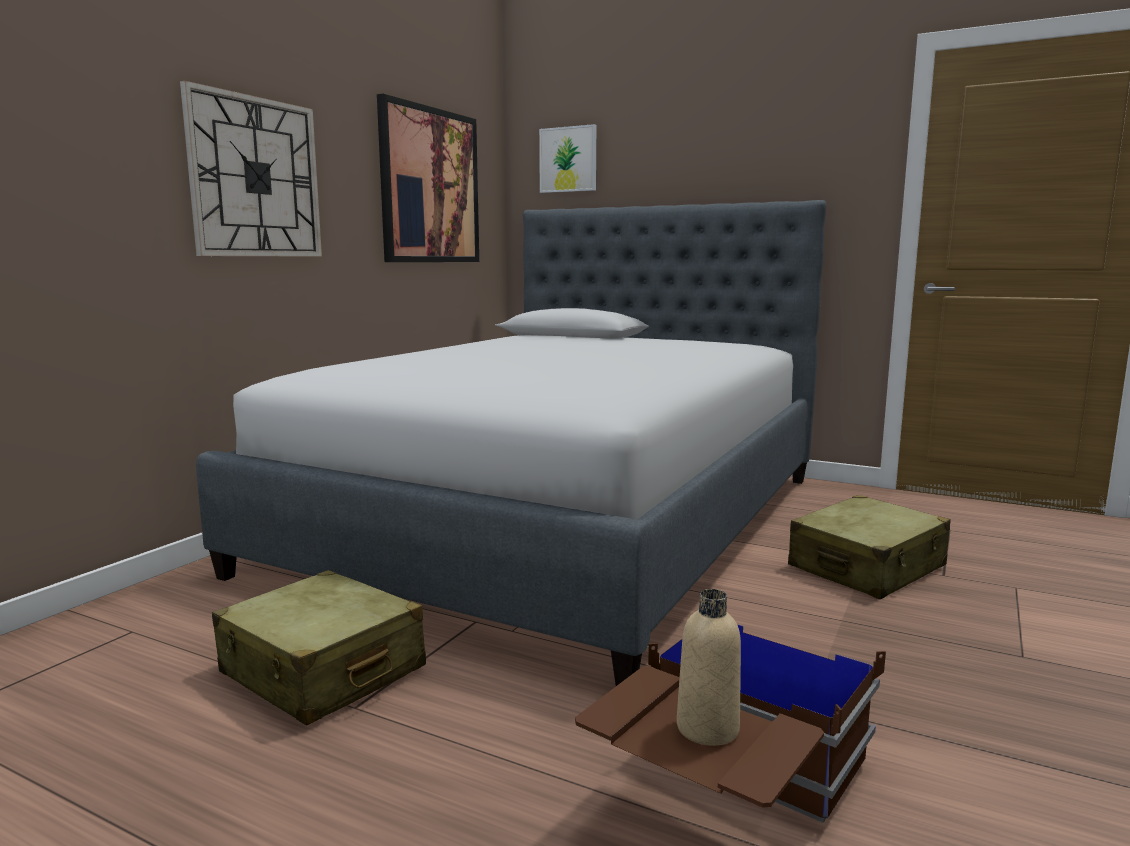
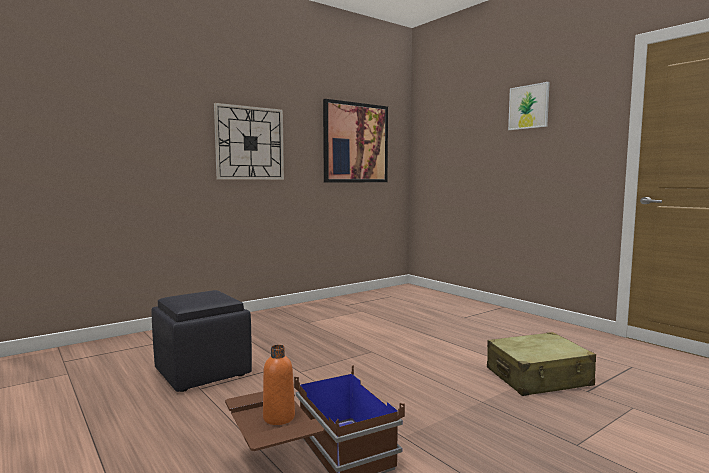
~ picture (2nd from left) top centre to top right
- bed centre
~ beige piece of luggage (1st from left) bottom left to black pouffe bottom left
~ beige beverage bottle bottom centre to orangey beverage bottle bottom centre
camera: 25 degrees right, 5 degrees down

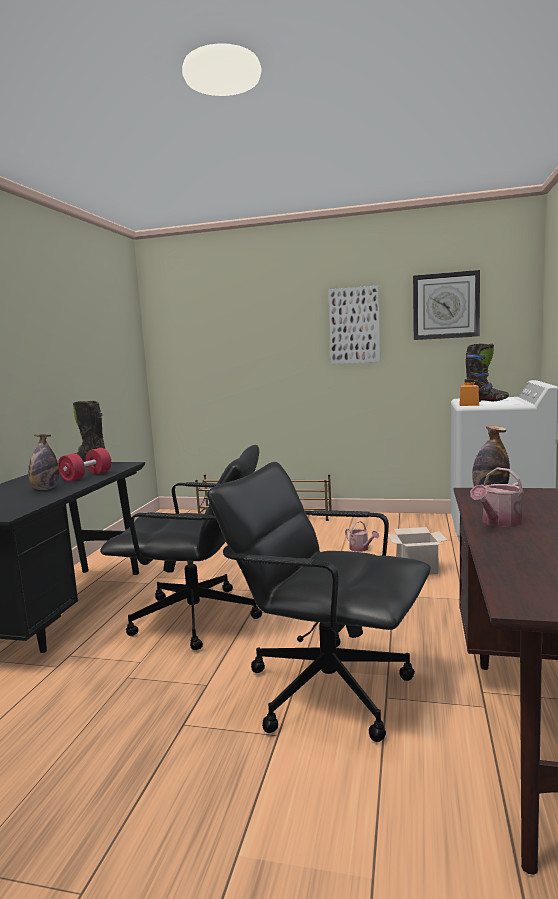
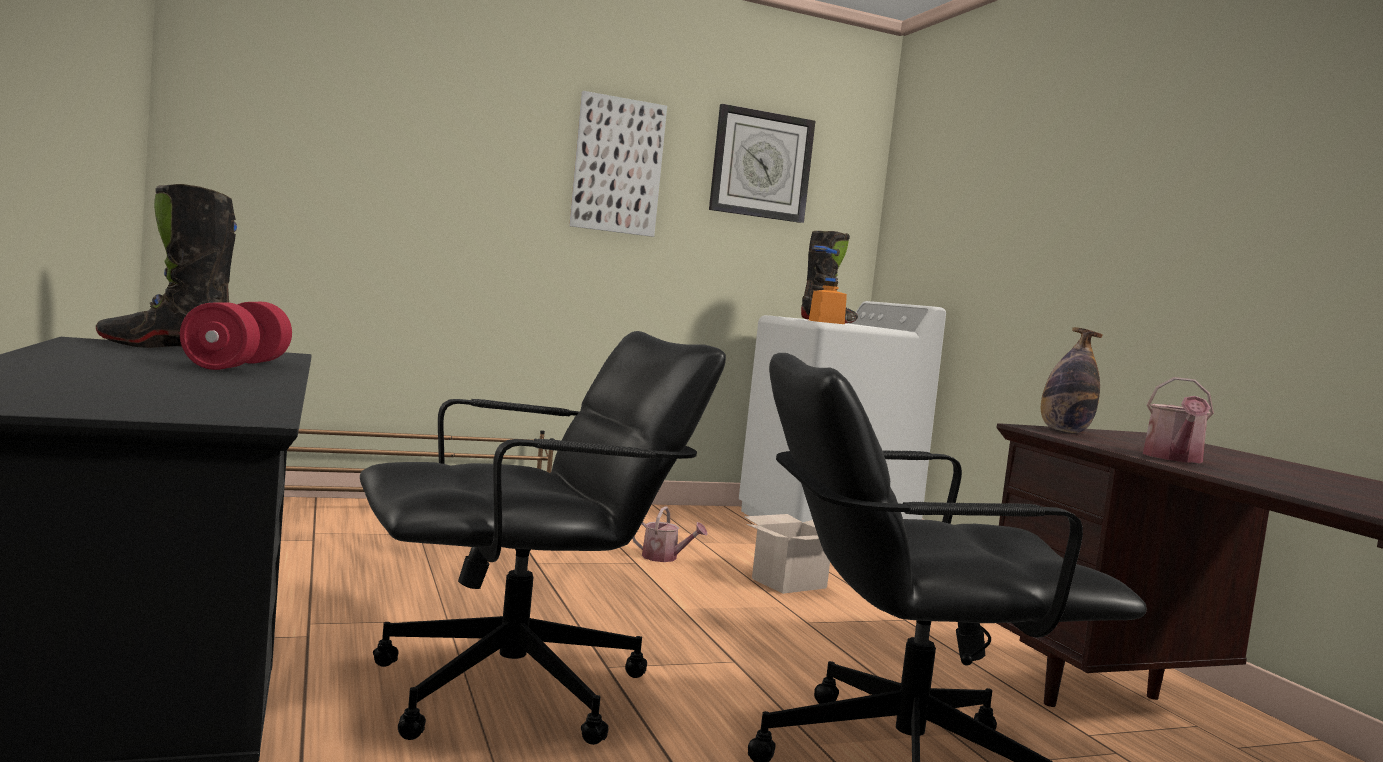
- beverage bottle (1st from left) middle left
camera: 35 degrees left, 5 degrees down

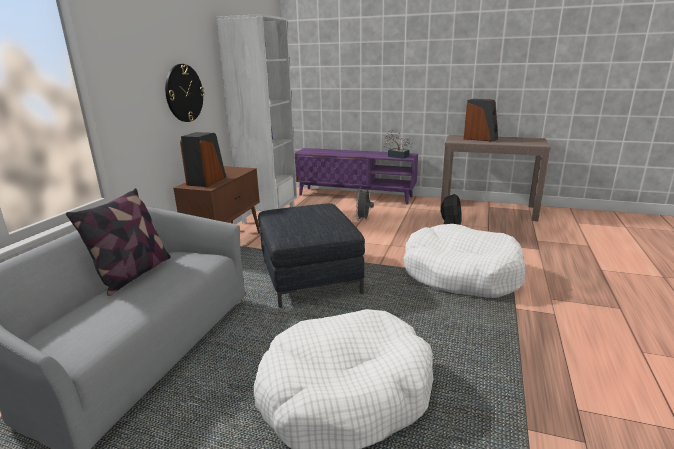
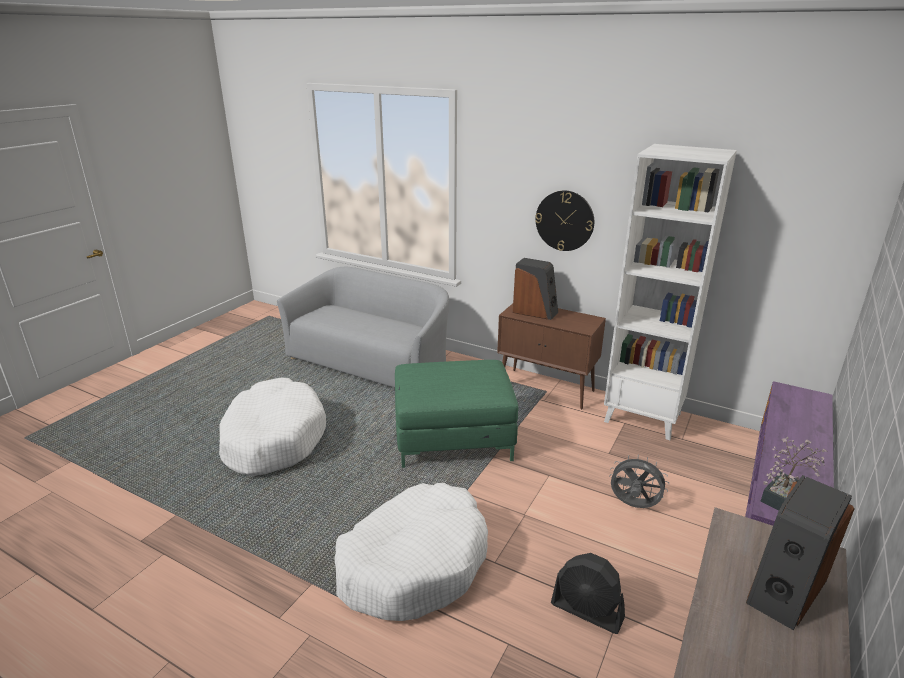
- throw pillow middle left
~ greyish pouffe centre to greenish pouffe centre
camera: 100 degrees right, 5 degrees up

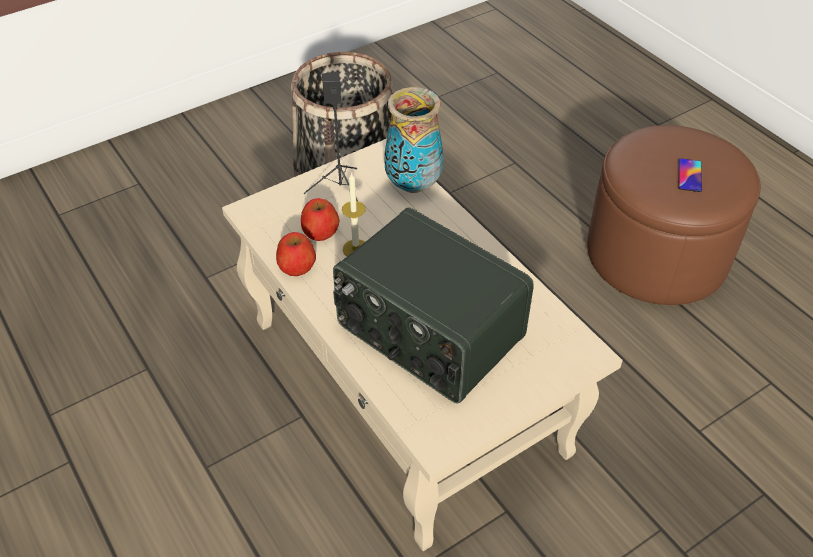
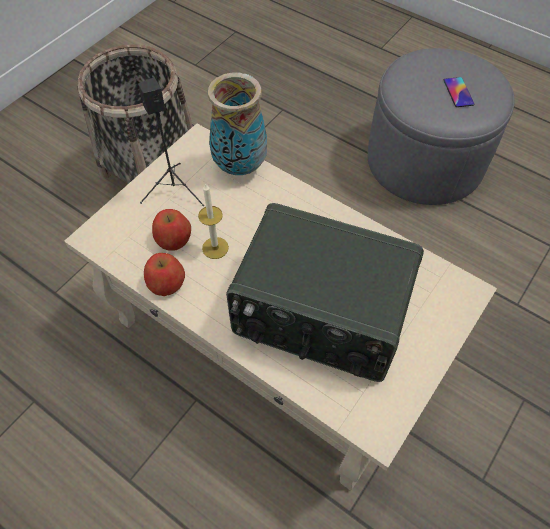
~ brownish pouffe middle right to greyish pouffe top right
camera: 20 degrees left, 10 degrees up

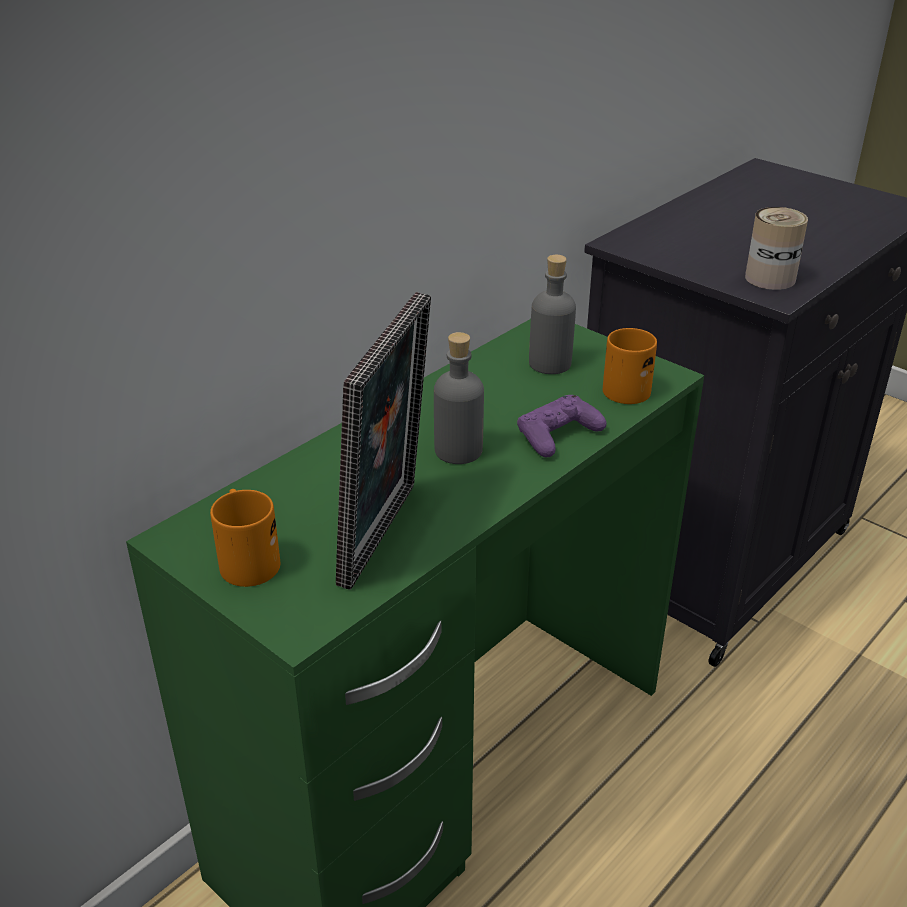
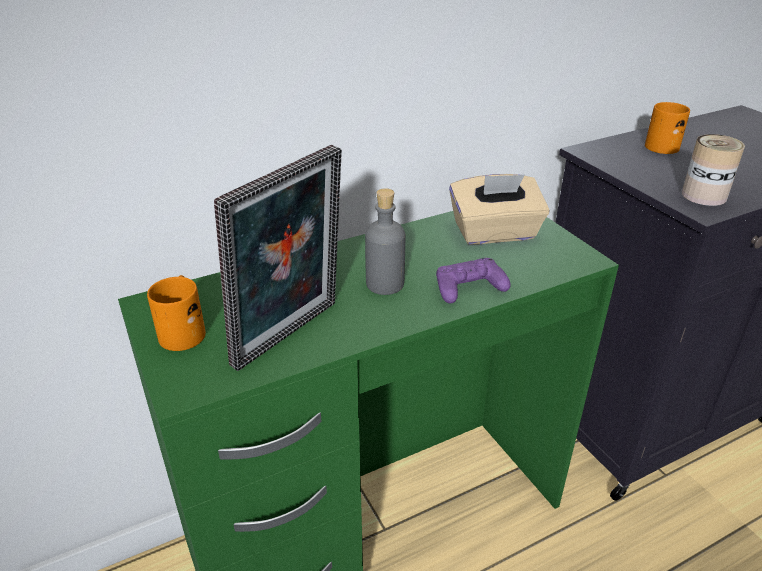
~ greyish beverage bottle (2nd from left) centre to beige tissue holder centre
~ orangey coffee mug (2nd from left) middle right to top right
camera: 20 degrees right, 0 degrees up

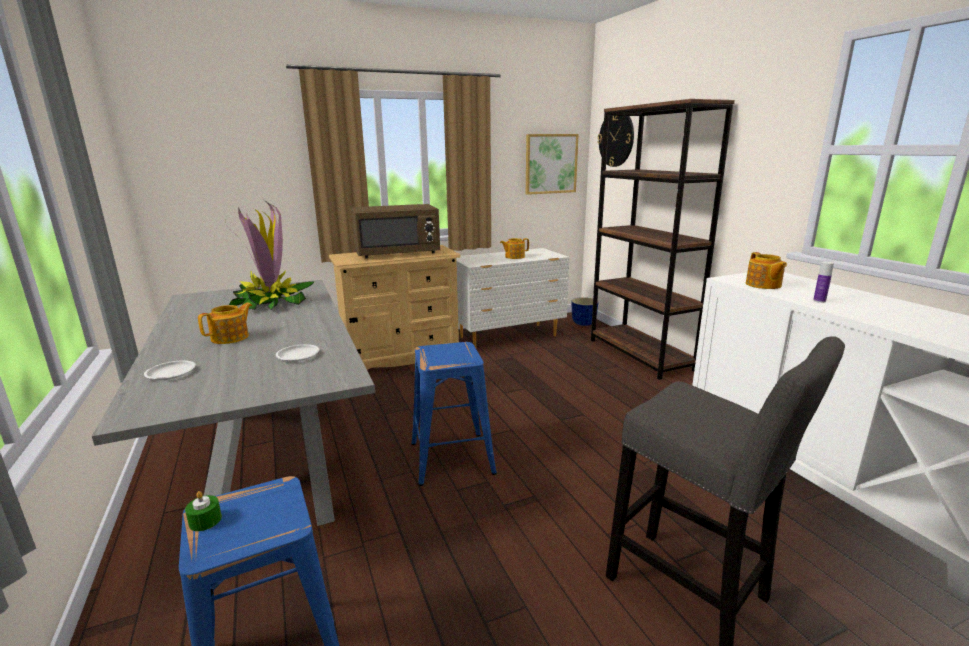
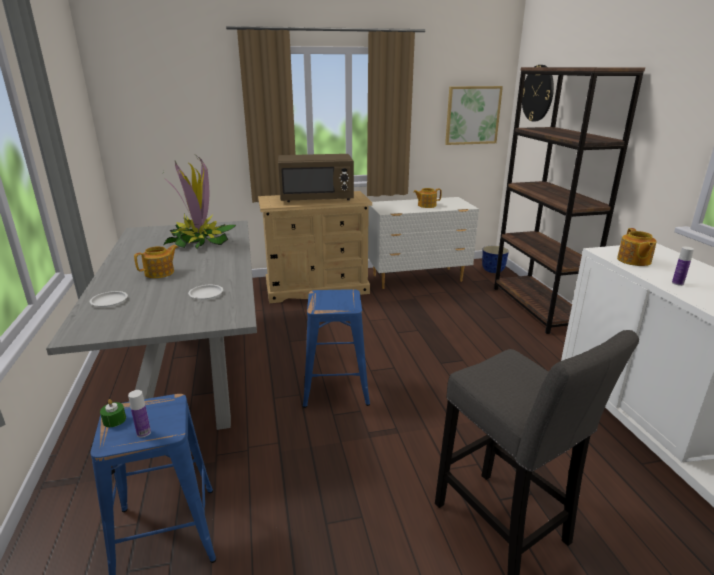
+ beverage bottle (1st from left) bottom left
camera: 10 degrees right, 5 degrees up

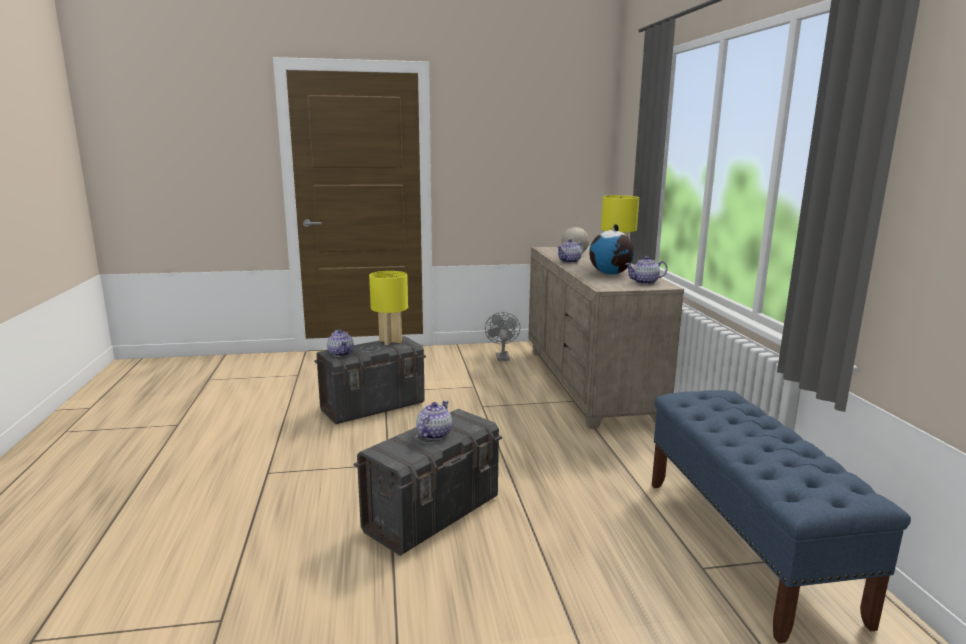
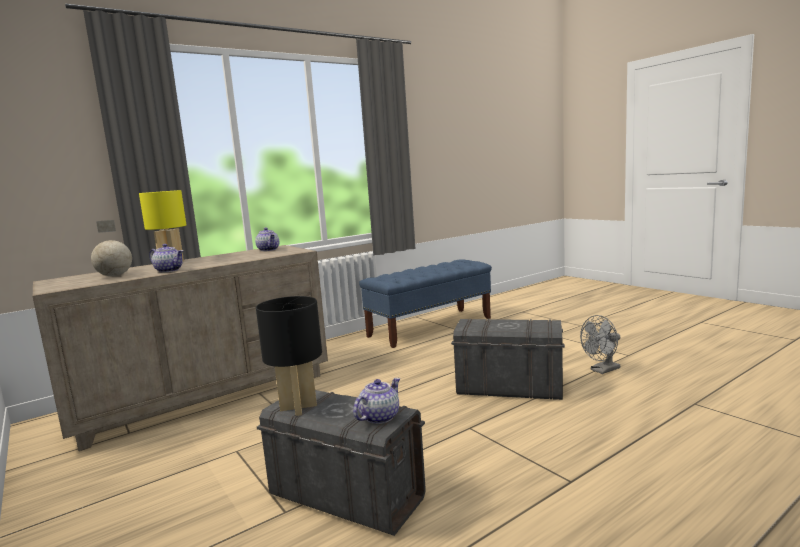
- desk globe (2nd from left) centre
~ yellowish lamp for a table (1st from left) centre to black lamp for a table centre
~ greyish fan centre to middle right
- teapot (2nd from left) centre
camera: 115 degrees left, 5 degrees down

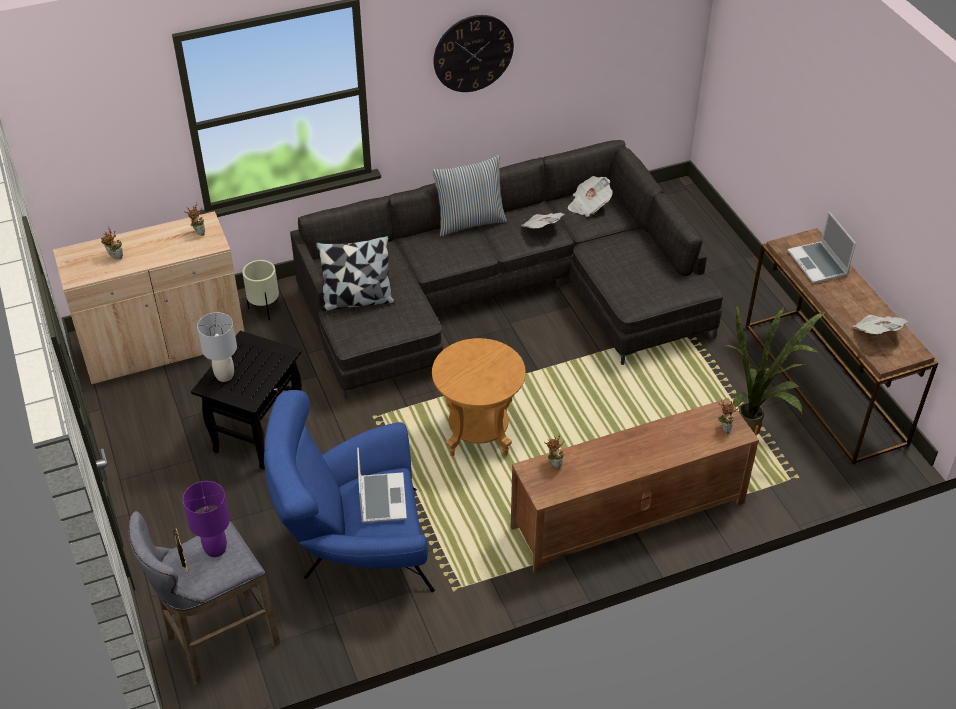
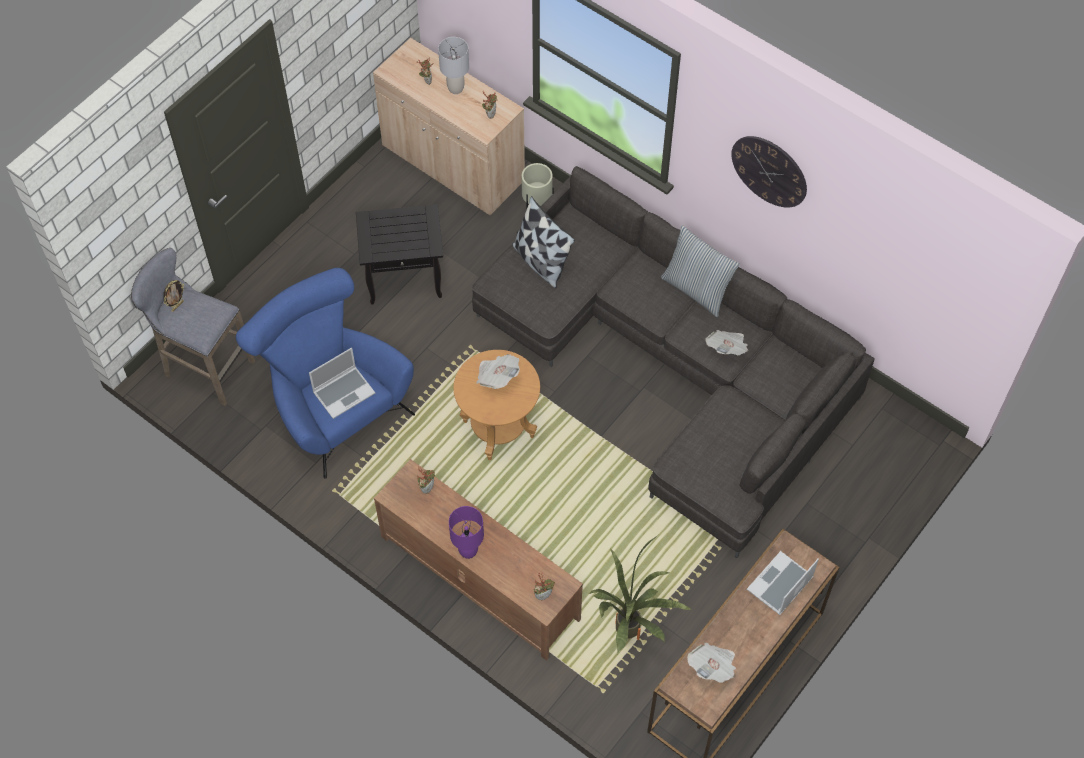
~ printed paper (2nd from left in the first image) top centre to printed paper (1st from left) centre
~ greyish lamp for a table middle left to top centre
~ purple lamp for a table bottom left to bottom centre
camera: 60 degrees right, 15 degrees up

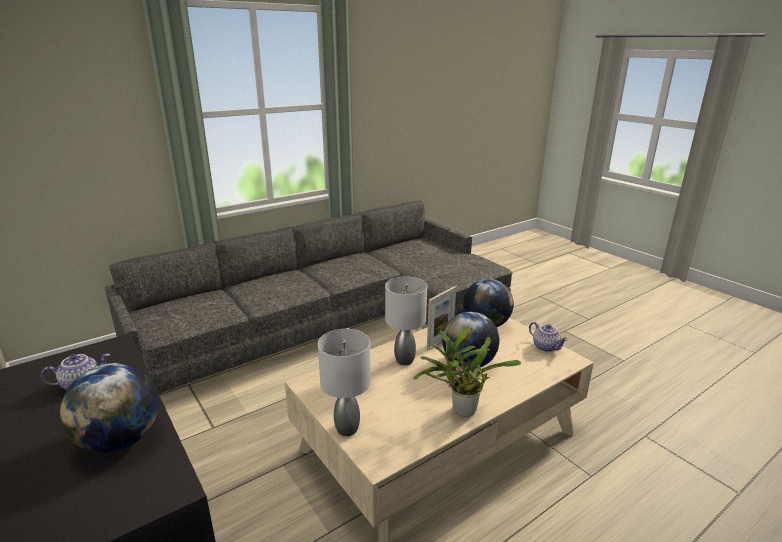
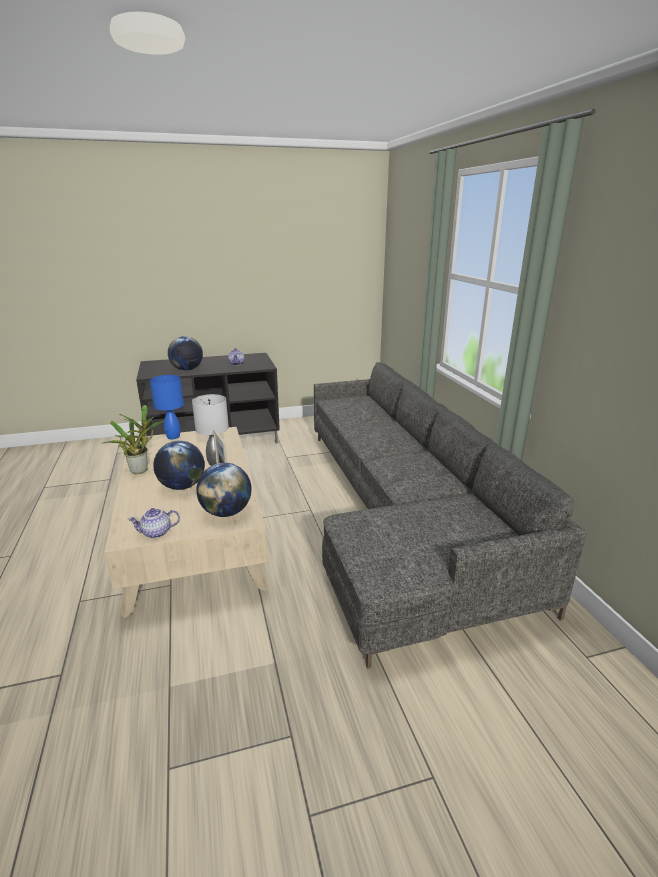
~ greyish lamp for a table (1st from left) bottom centre to blue lamp for a table middle left
camera: 110 degrees right, 0 degrees up

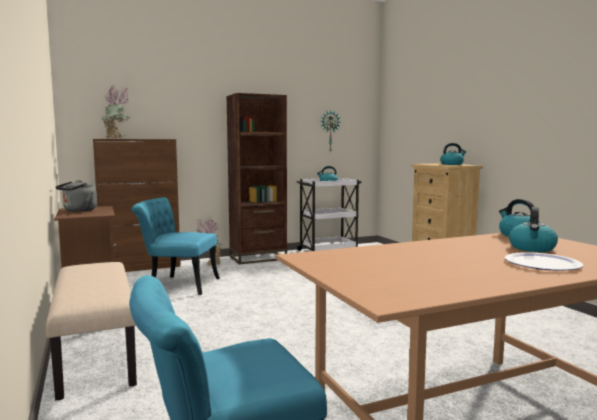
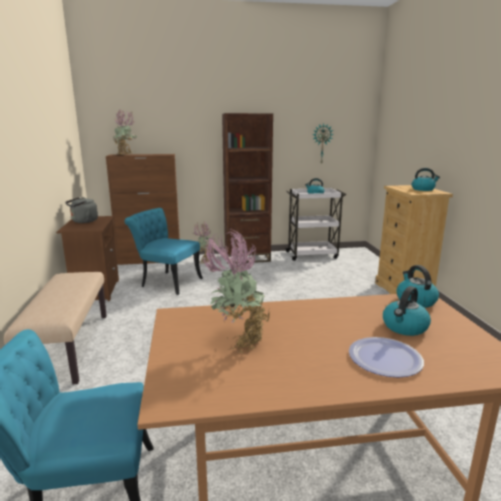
+ potted plant (3rd from left) centre
camera: 15 degrees right, 10 degrees up

